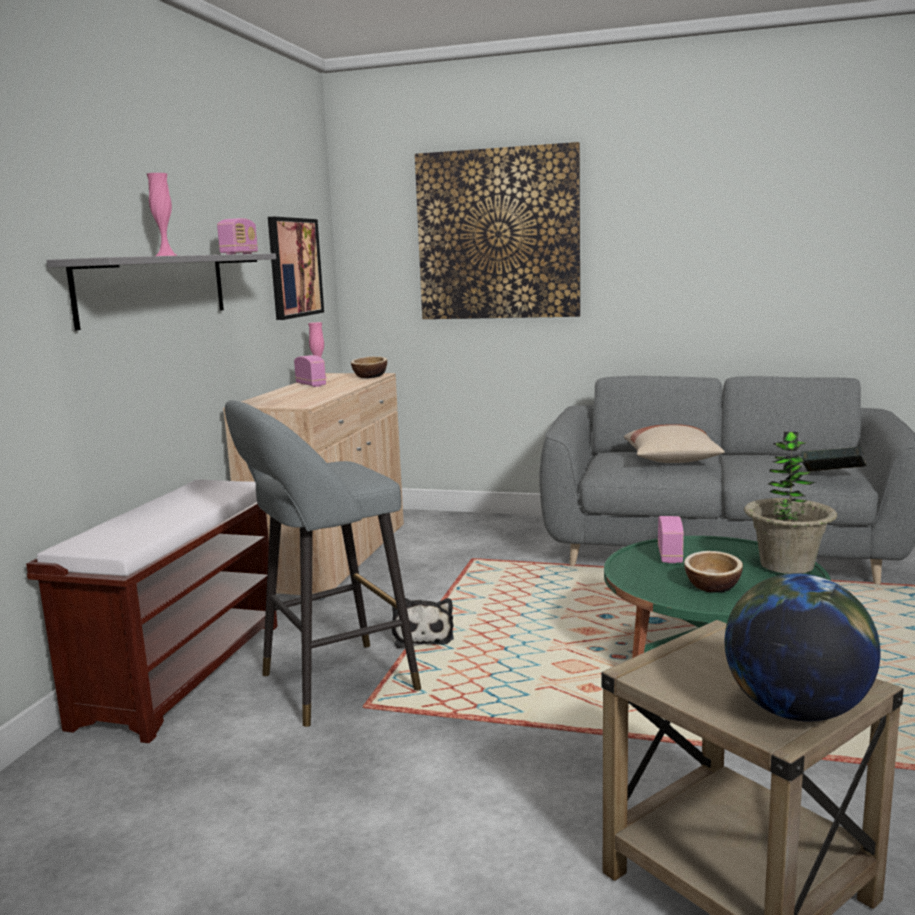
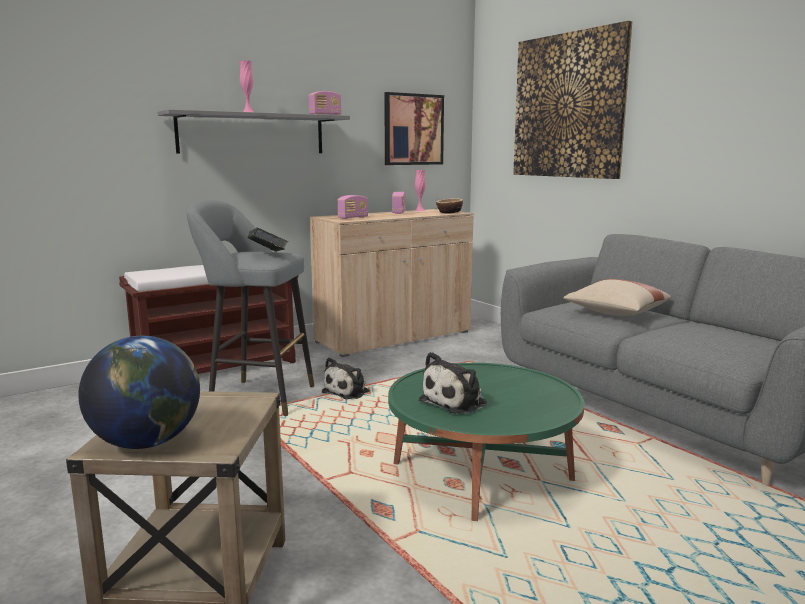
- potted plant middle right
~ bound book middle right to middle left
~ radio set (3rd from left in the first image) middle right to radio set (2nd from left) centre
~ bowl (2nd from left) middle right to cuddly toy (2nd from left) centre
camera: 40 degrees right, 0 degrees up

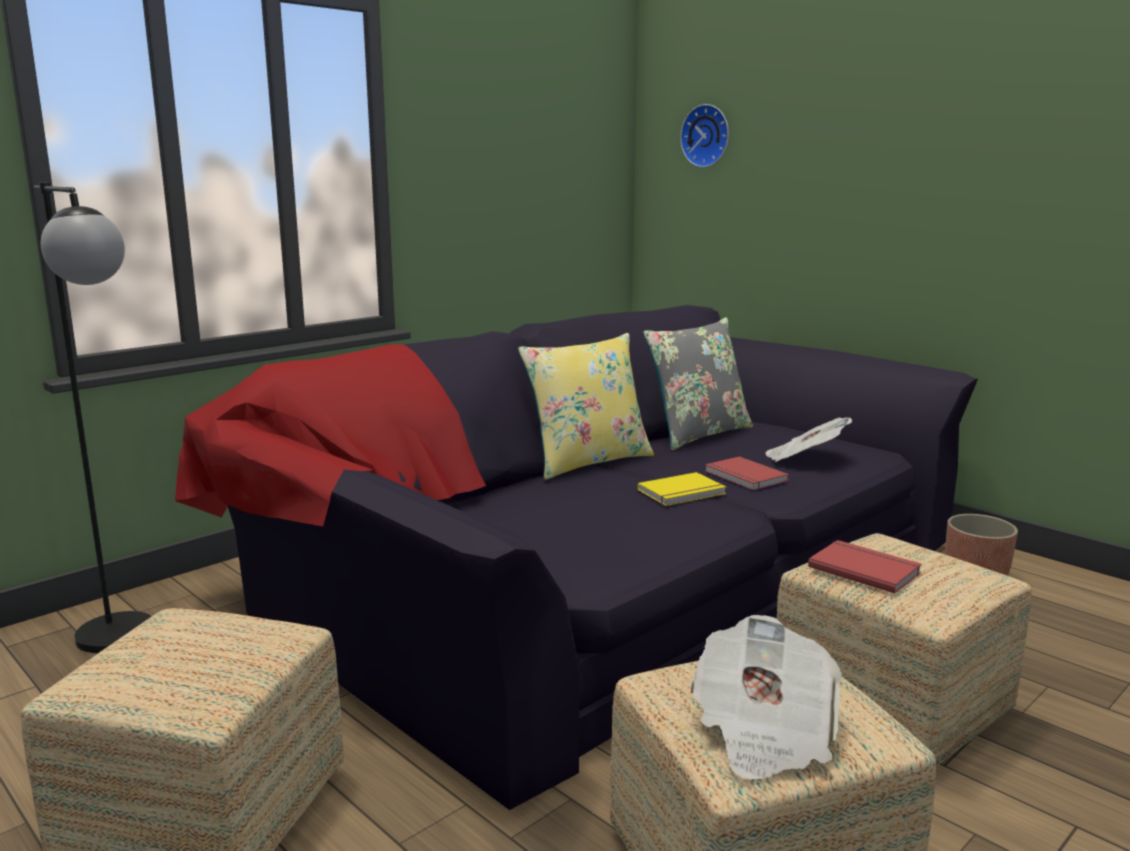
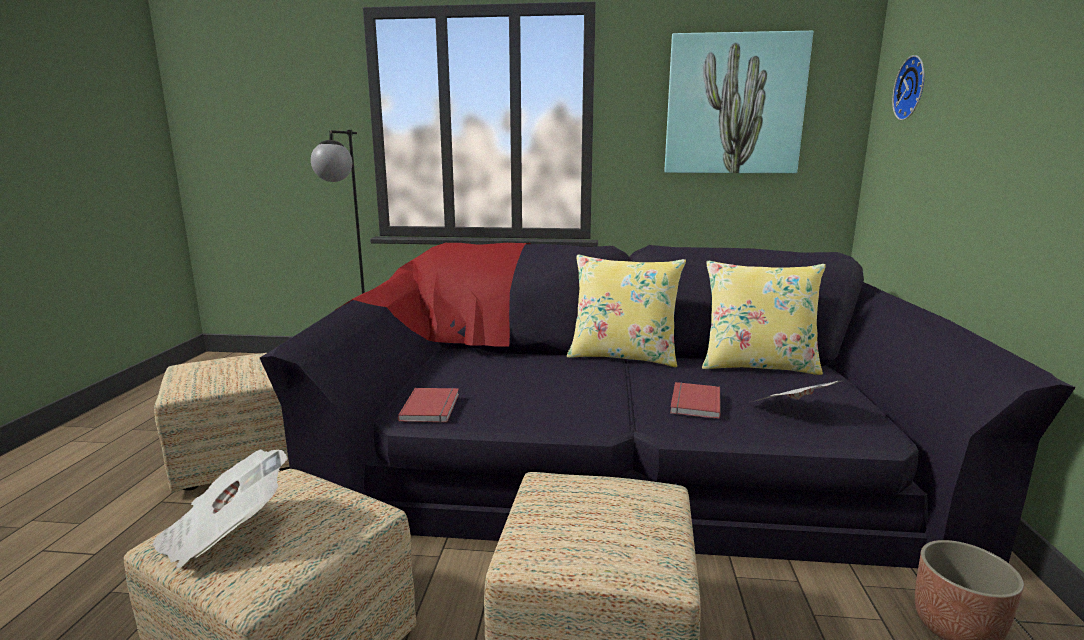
~ greyish throw pillow centre to yellowish throw pillow (2nd from left) middle right
- yellowish bound book centre
~ reddish bound book (2nd from left in the first image) middle right to reddish bound book (1st from left) centre
+ picture top right
camera: 50 degrees right, 0 degrees up

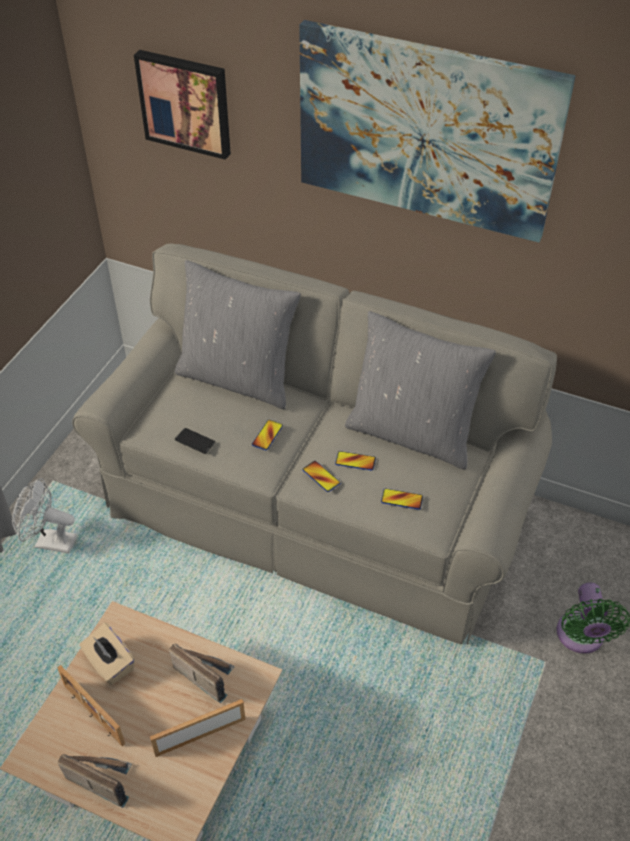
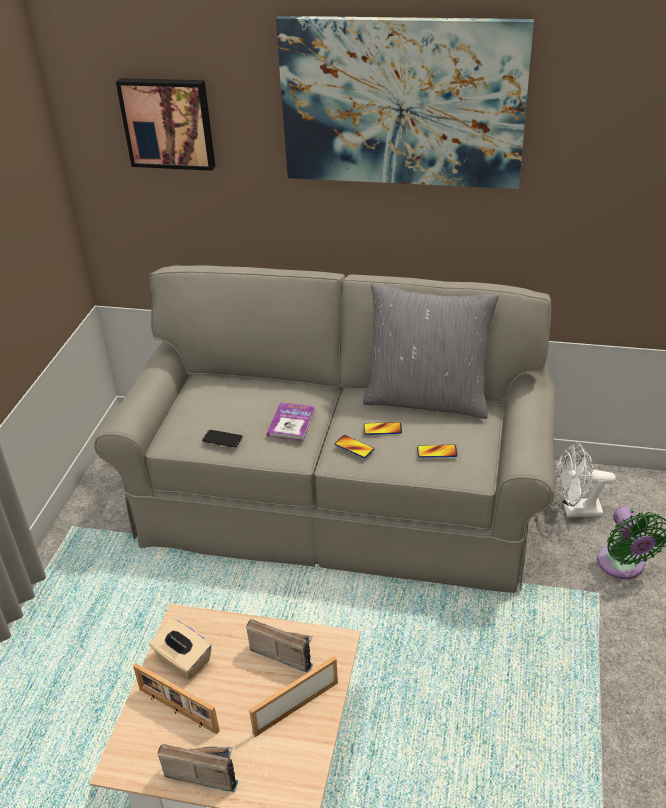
- greyish throw pillow (1st from left) centre
~ phone (2nd from left) centre to bound book centre
~ white-coloured fan middle left to middle right
camera: 10 degrees left, 10 degrees down

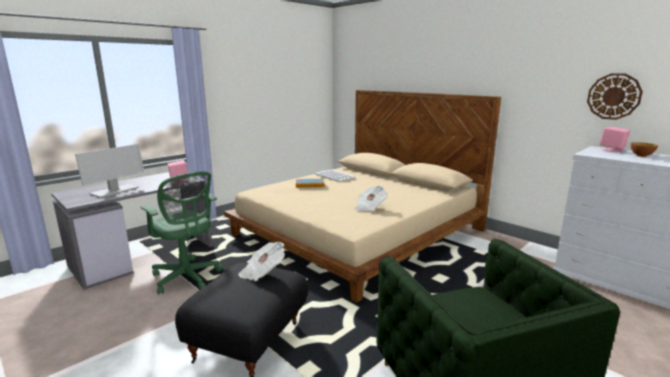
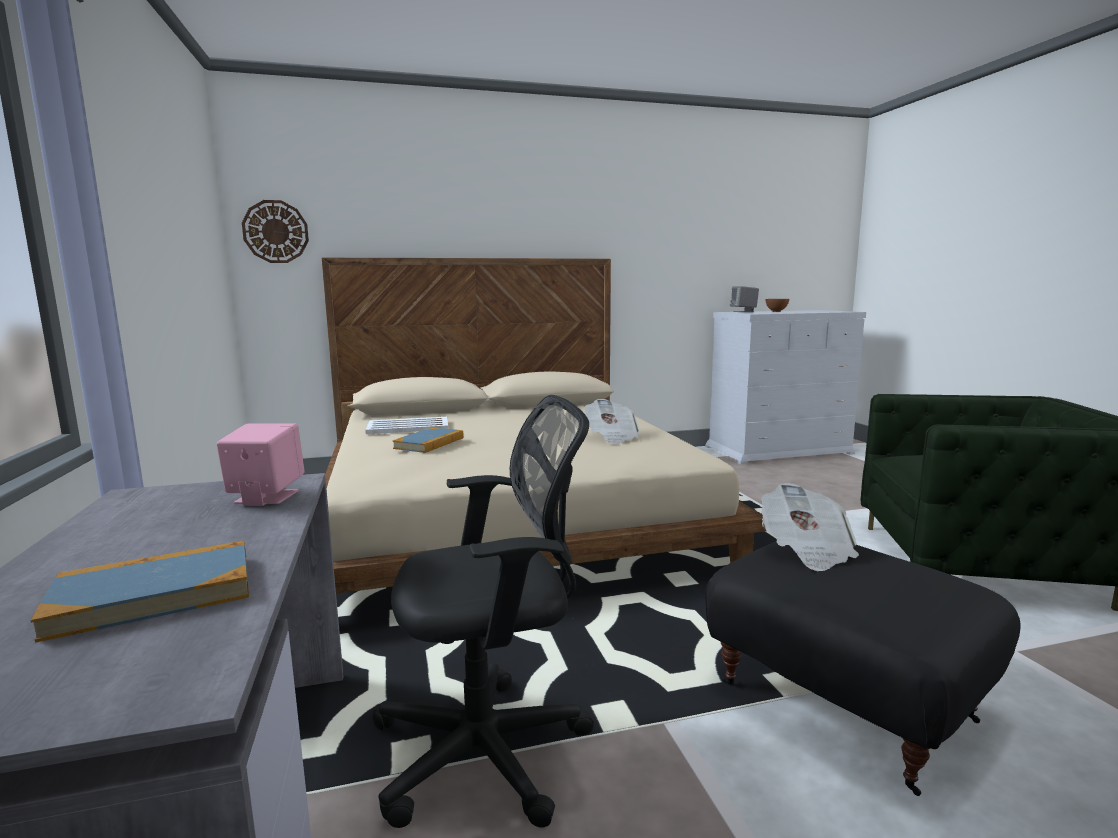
~ wall clock top right to top left
~ pinkish speaker (2nd from left) middle right to greyish speaker centre
~ computer display middle left to bound book (1st from left) bottom left
~ greenish desk chair middle left to black desk chair bottom centre
camera: 60 degrees left, 5 degrees down

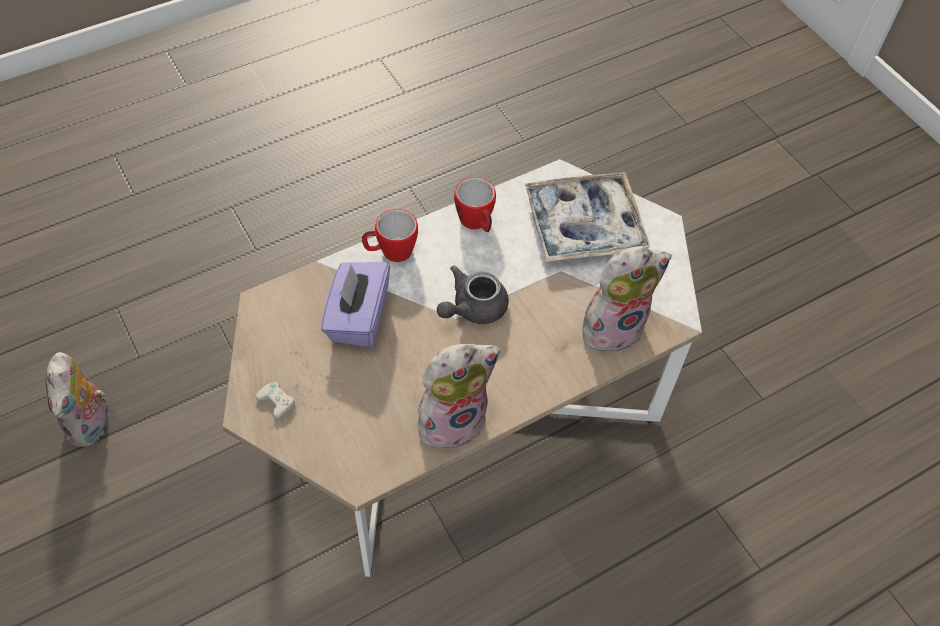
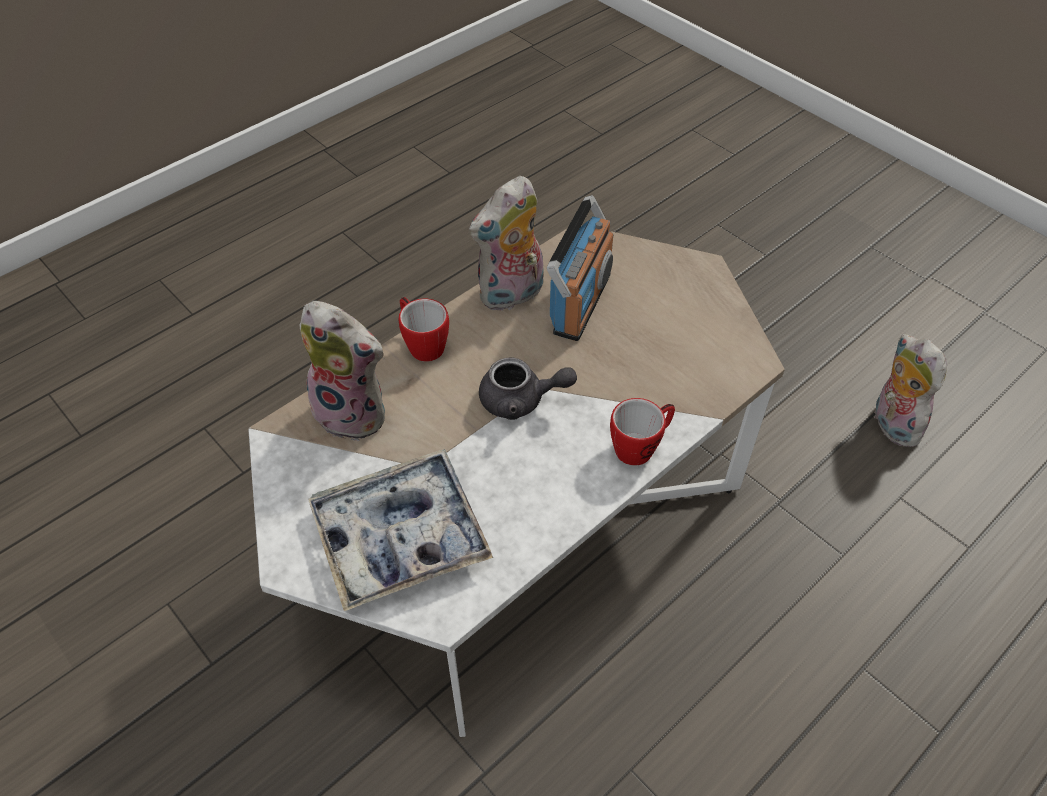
~ coffee mug (2nd from left in the first image) top centre to coffee mug (1st from left) centre
~ cuddly toy (3rd from left in the first image) middle right = middle left 120 degrees counterclockwise
- purple tissue holder centre
~ greyish teapot centre = centre 60 degrees clockwise
- white-coloured joypad middle left
+ radio set centre
camera: 170 degrees right, 5 degrees down

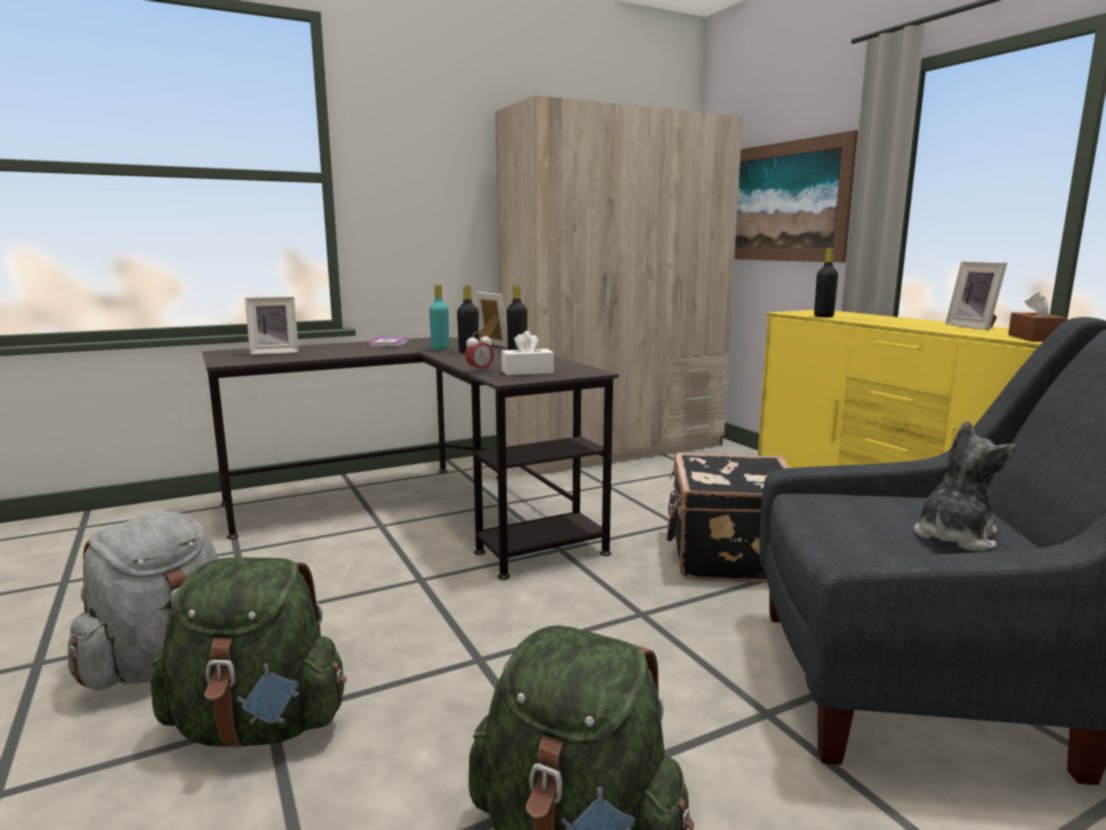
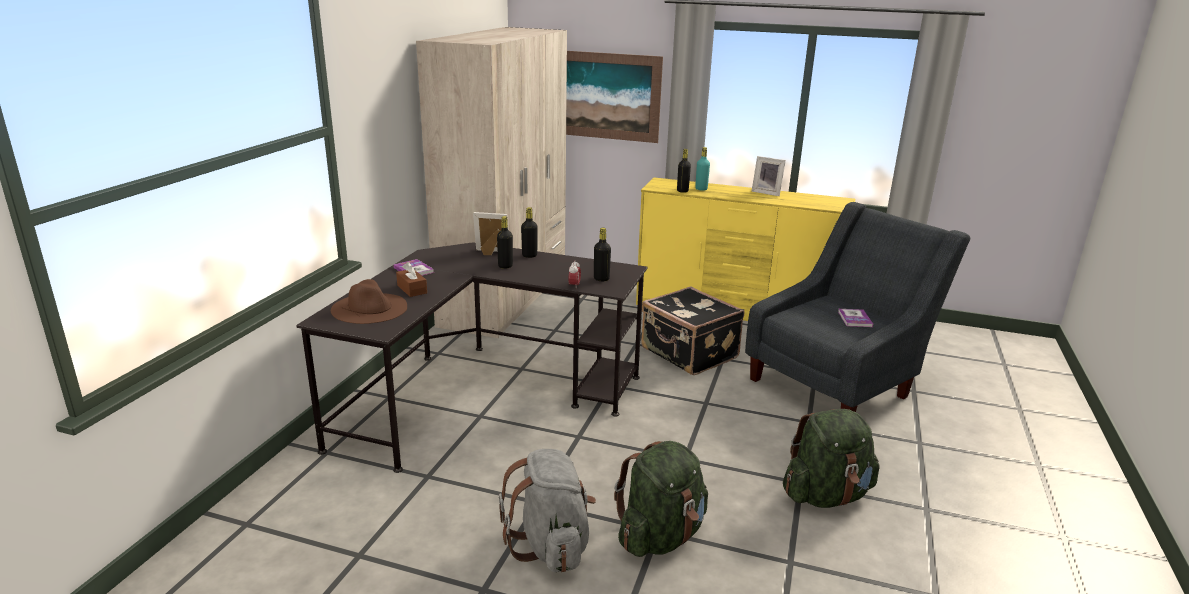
~ blue-green beverage bottle centre to top centre
~ brownish tissue holder middle right to centre
~ picture frame (1st from left) middle left to brownish hat middle left
~ white-coloured tissue holder centre to black beverage bottle (3rd from left) centre
~ cuddly toy middle right to bound book (2nd from left) middle right
camera: 45 degrees left, 10 degrees up

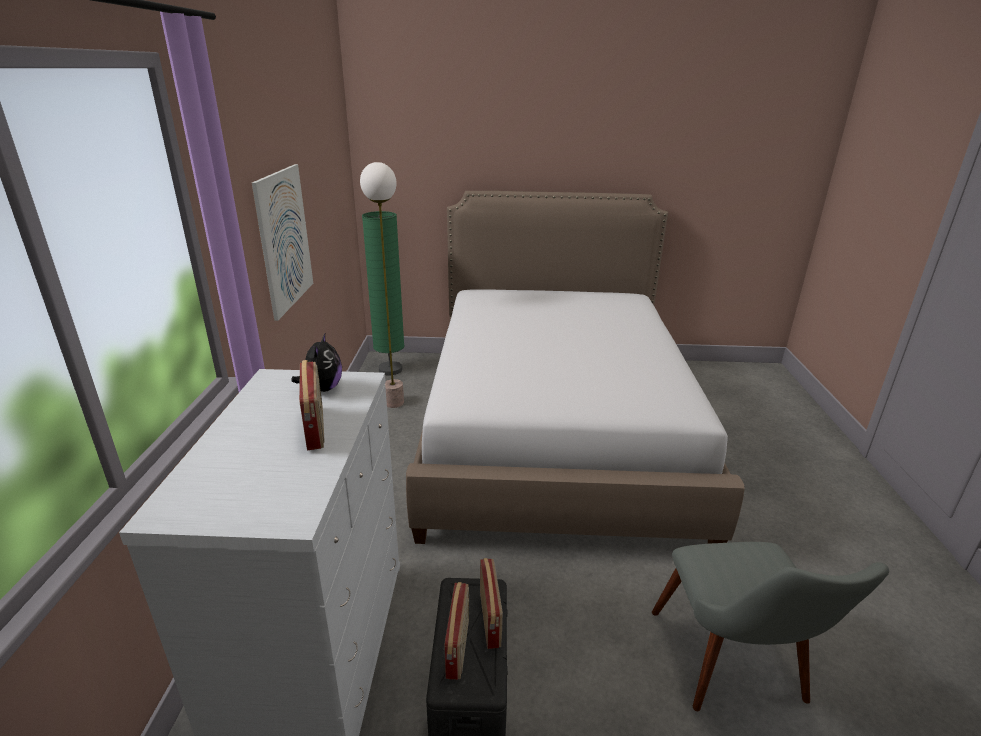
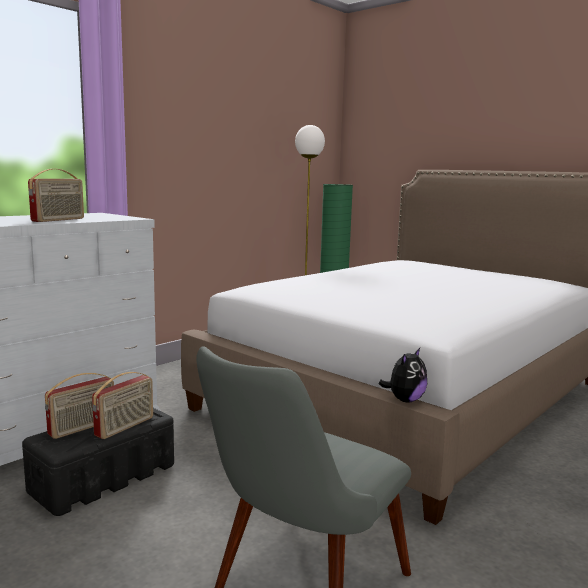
- picture top left
~ cuddly toy middle left to middle right
camera: 40 degrees right, 15 degrees down

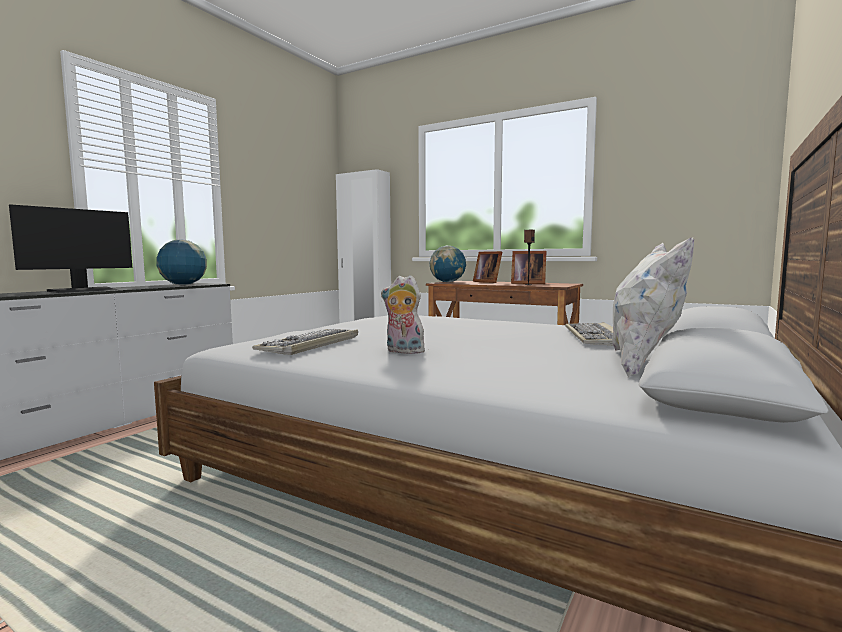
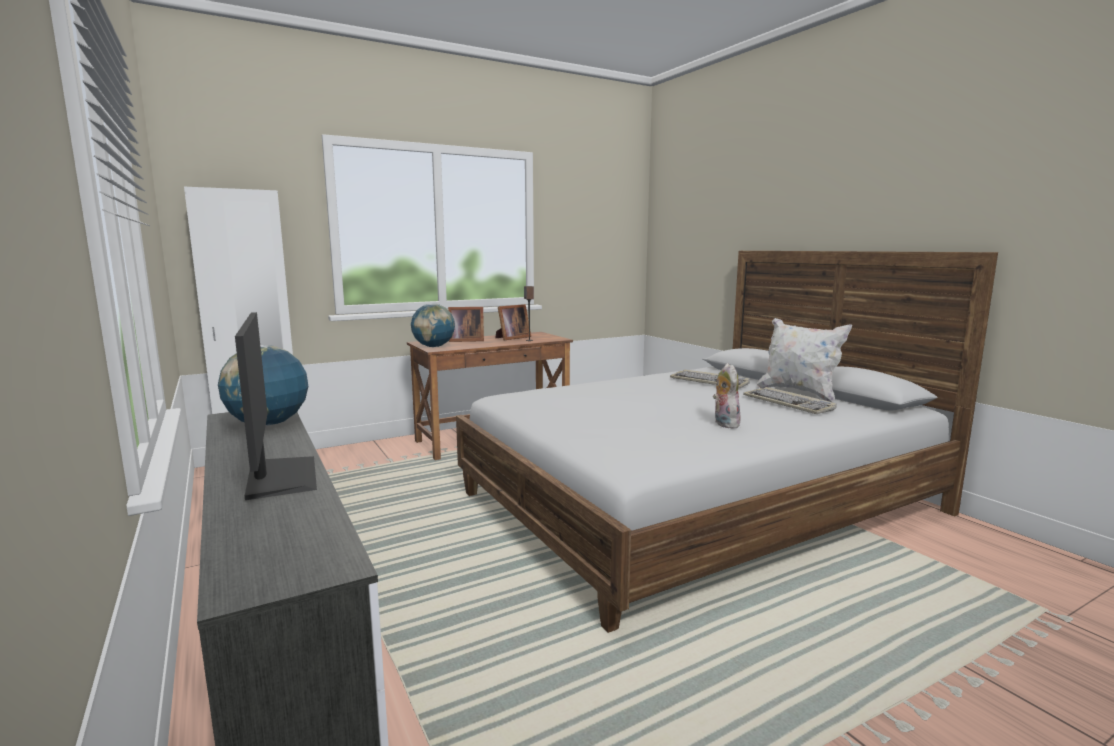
~ cuddly toy centre = centre 120 degrees clockwise
~ PC keyboard (1st from left in the first image) centre to PC keyboard (2nd from left) middle right
camera: 60 degrees left, 5 degrees up

